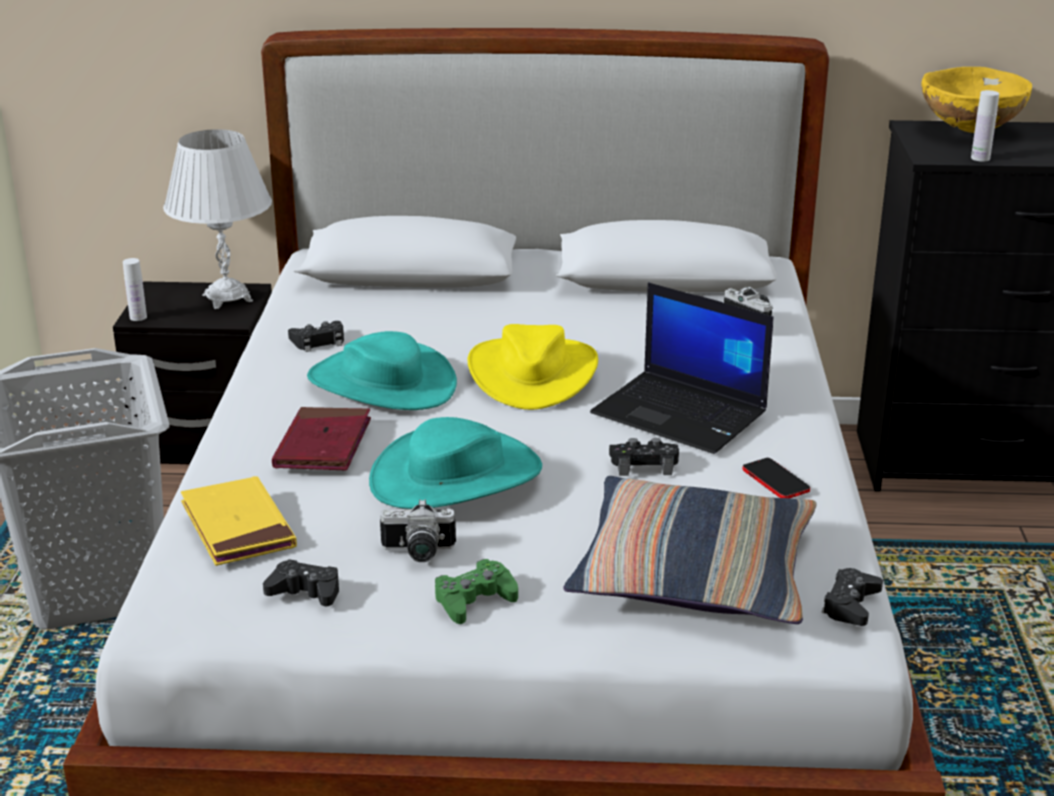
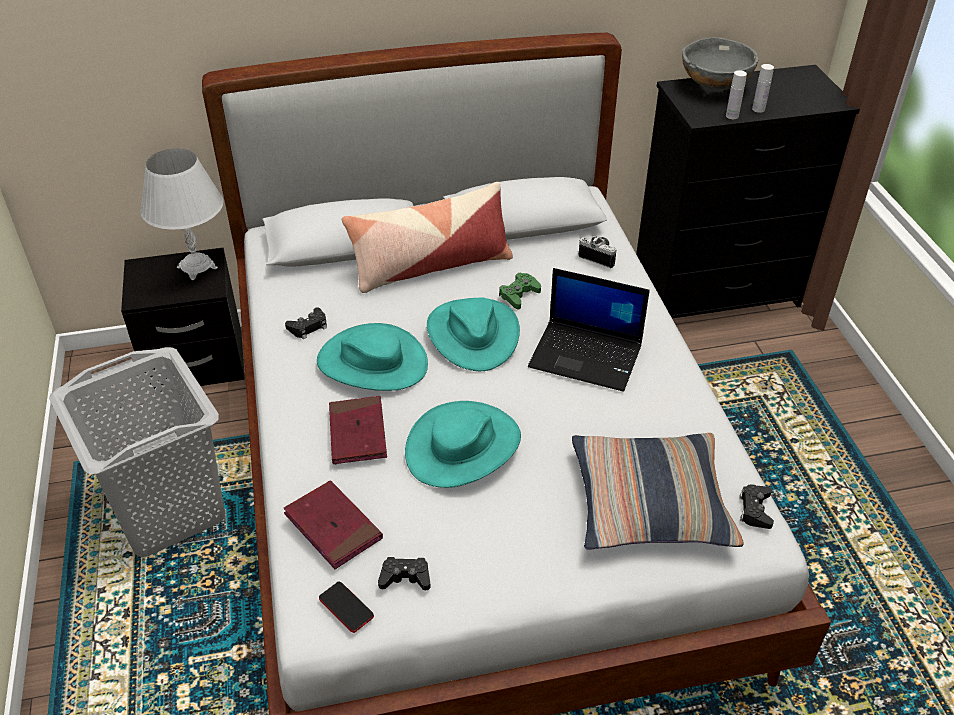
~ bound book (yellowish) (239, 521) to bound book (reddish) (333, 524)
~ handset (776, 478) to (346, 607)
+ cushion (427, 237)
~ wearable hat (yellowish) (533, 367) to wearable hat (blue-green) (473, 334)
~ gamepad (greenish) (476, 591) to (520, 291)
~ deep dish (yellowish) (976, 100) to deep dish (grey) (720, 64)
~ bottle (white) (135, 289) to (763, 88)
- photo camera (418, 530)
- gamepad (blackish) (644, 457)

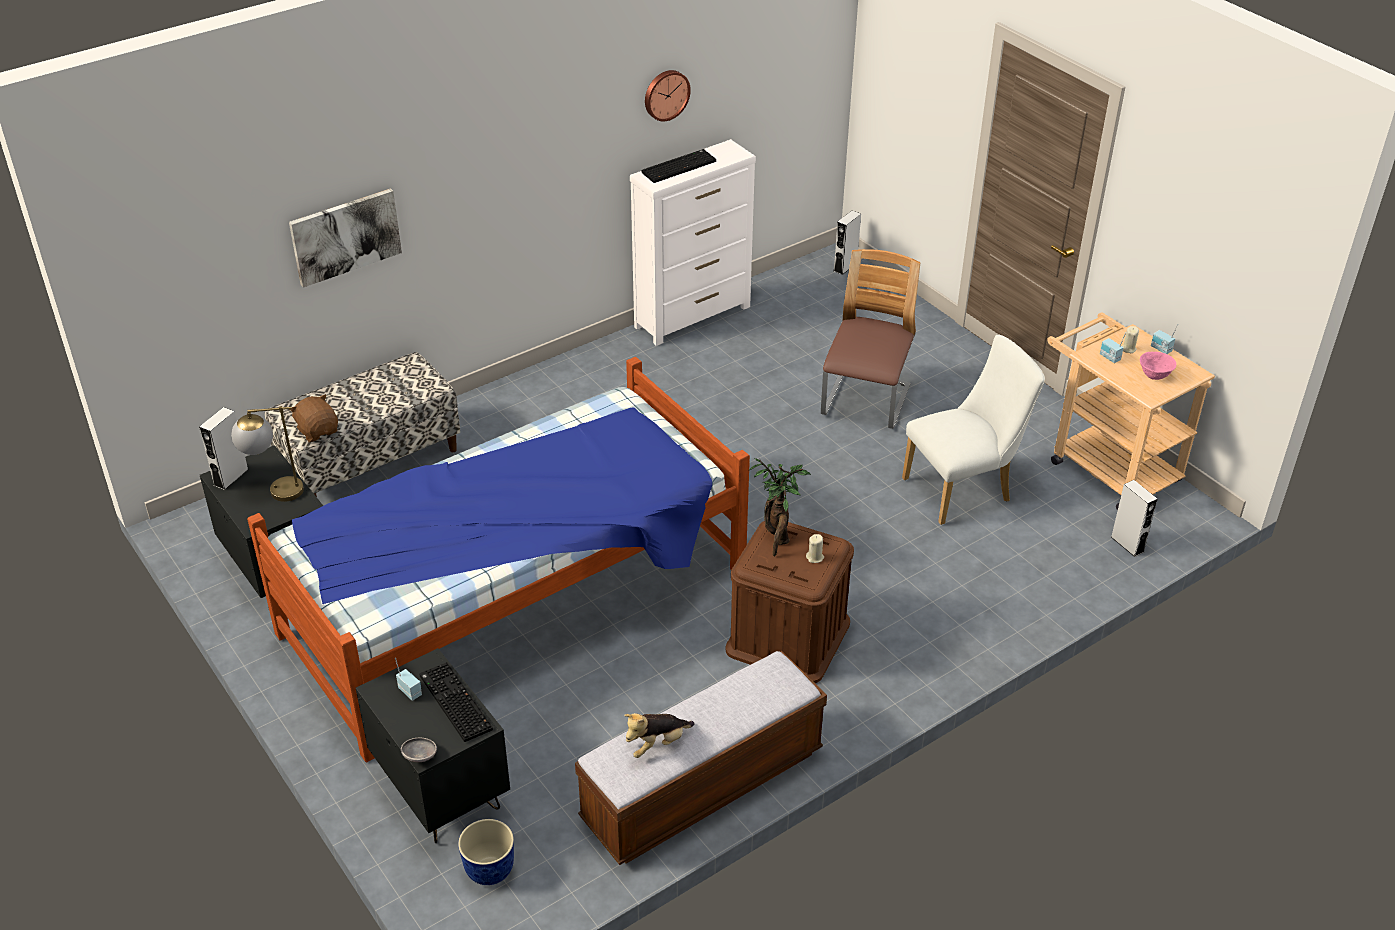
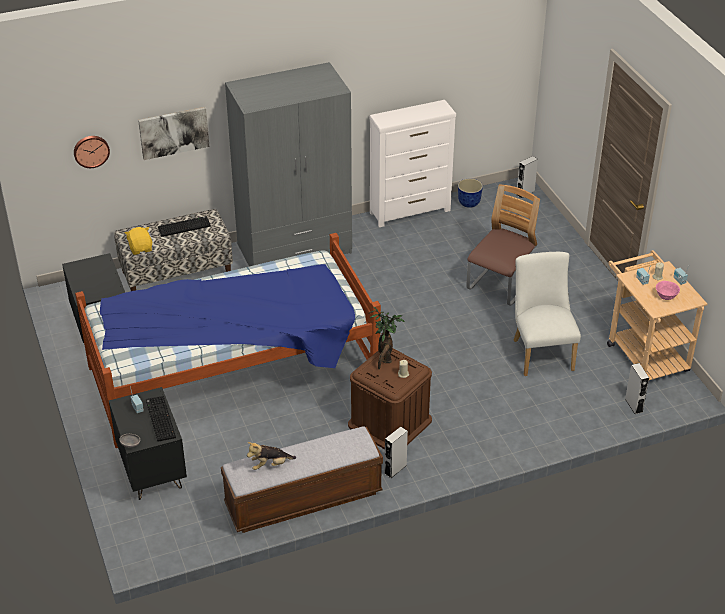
~ wall clock (668, 95) to (92, 152)
~ cuddly toy (brown-coloured) (313, 418) to cuddly toy (yellowish) (138, 241)
~ keyboard (678, 166) to (184, 226)
+ clothes cupboard (grey) (288, 164)
~ audio speaker (grey) (224, 448) to (396, 452)
~ planter (486, 852) to (470, 193)
~ chair (white) (973, 429) = (547, 314) 90 degrees counterclockwise
- table lamp (267, 454)

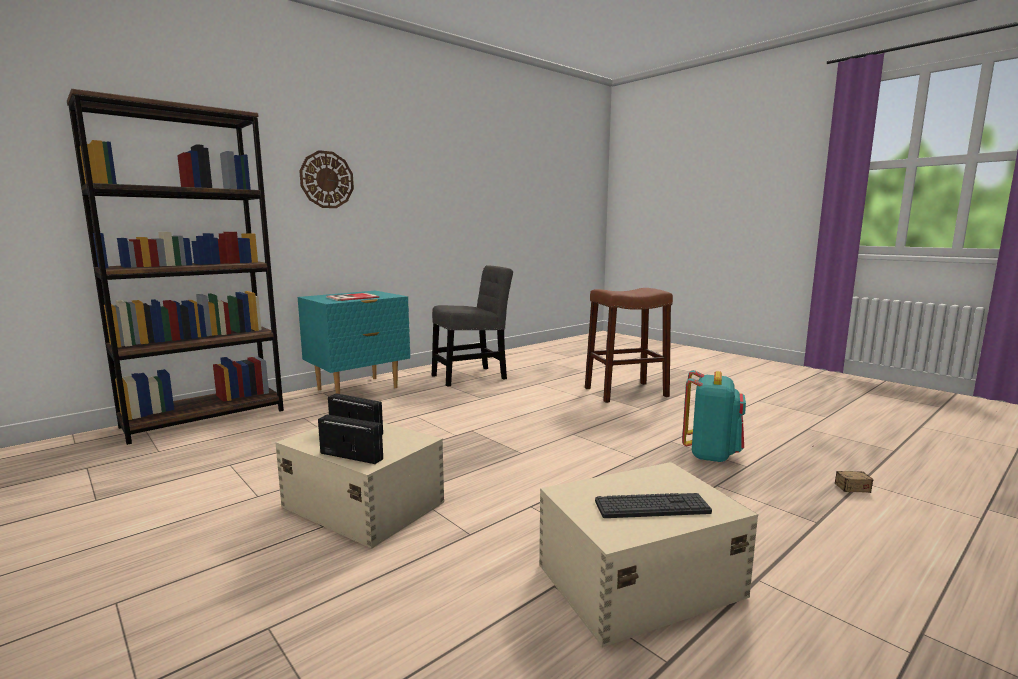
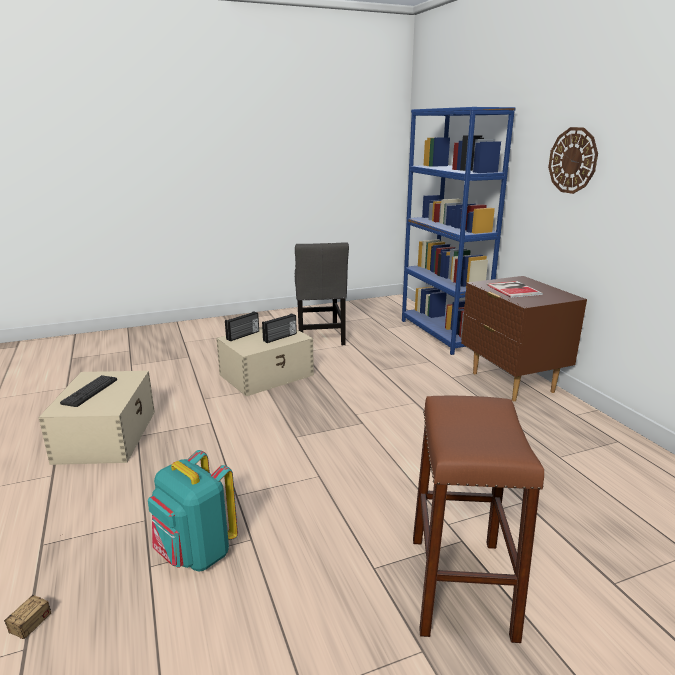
~ chair (grey) (472, 326) to (322, 293)
~ bookshelf (brown-coloured) (175, 267) to bookshelf (bluish) (459, 231)
~ nightstand (blue-green) (354, 342) to nightstand (brown-coloured) (524, 338)

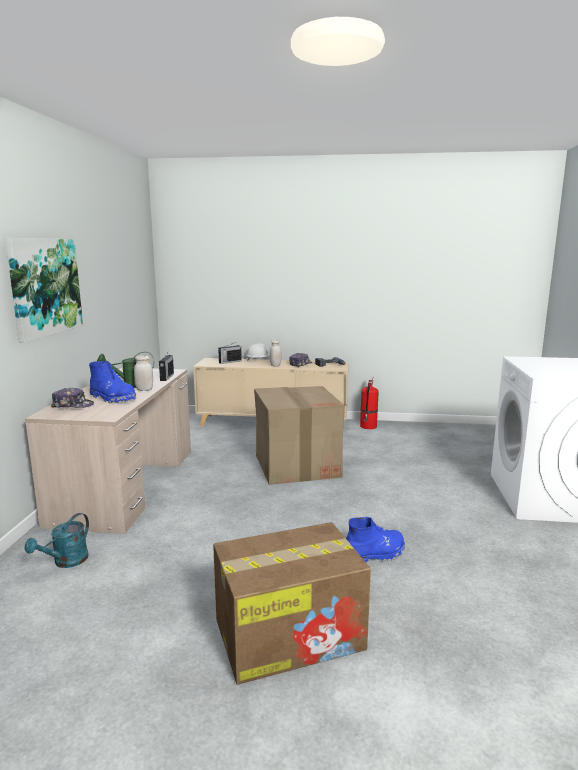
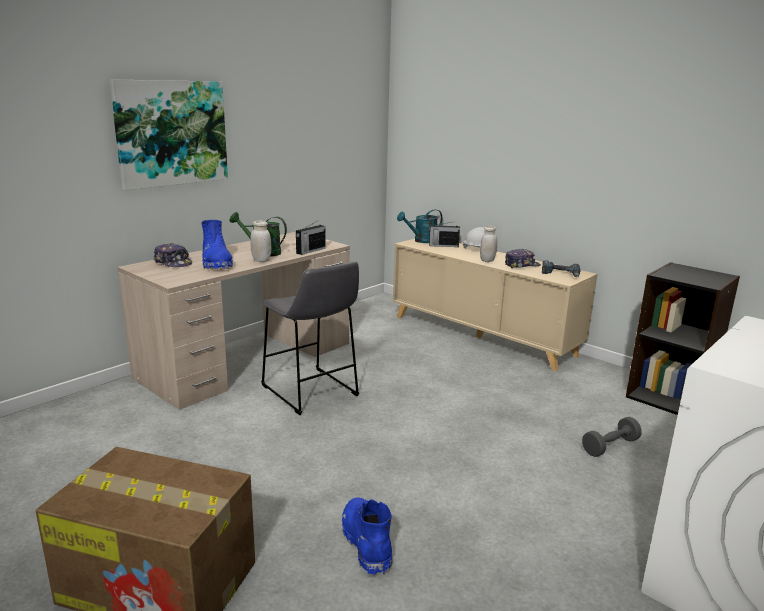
+ sitting stool (grey) (310, 338)
~ high-top boot (bluish) (375, 540) = (367, 537) 120 degrees counterclockwise
~ watering can (blue-green) (57, 540) to (419, 226)
+ hand weight (grey) (612, 437)
+ bookshelf (blackish) (683, 338)
- packing box (299, 435)
- extinguisher (369, 402)

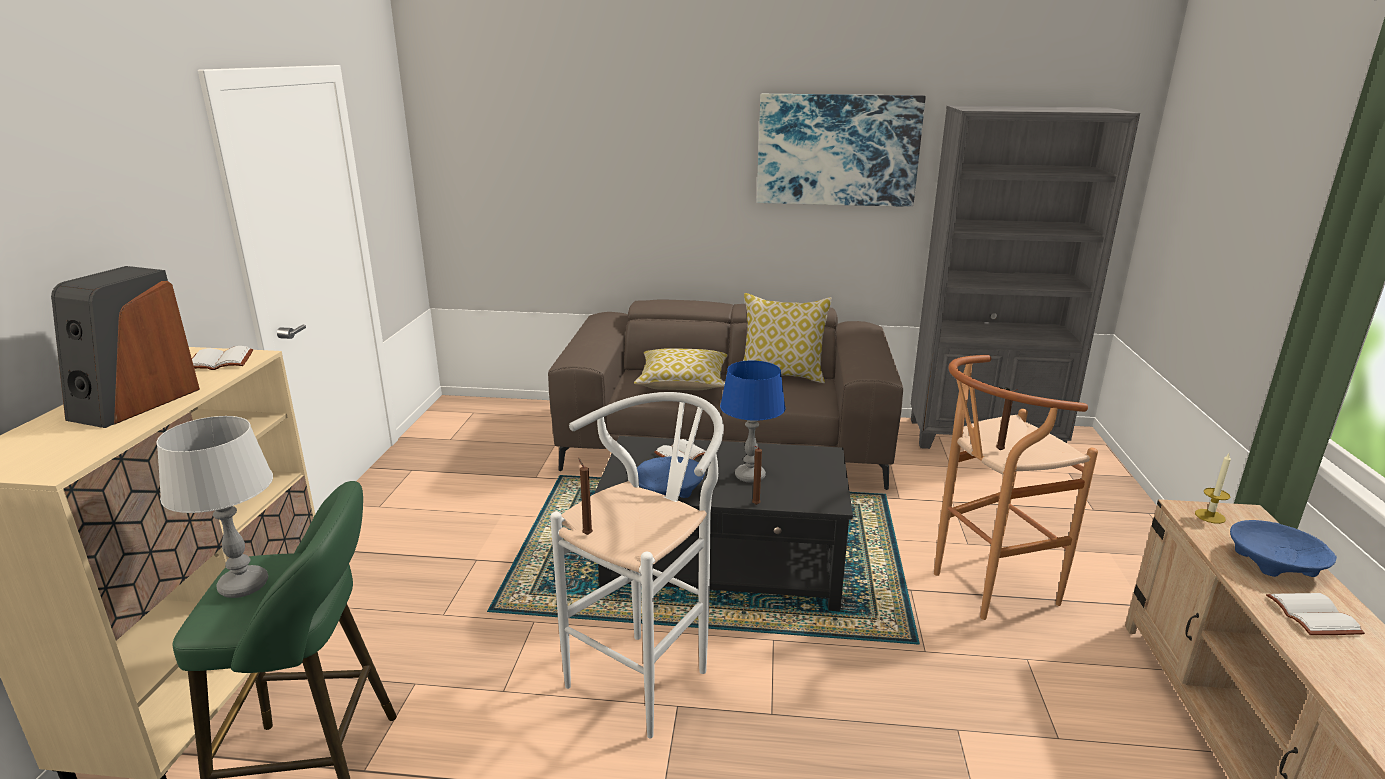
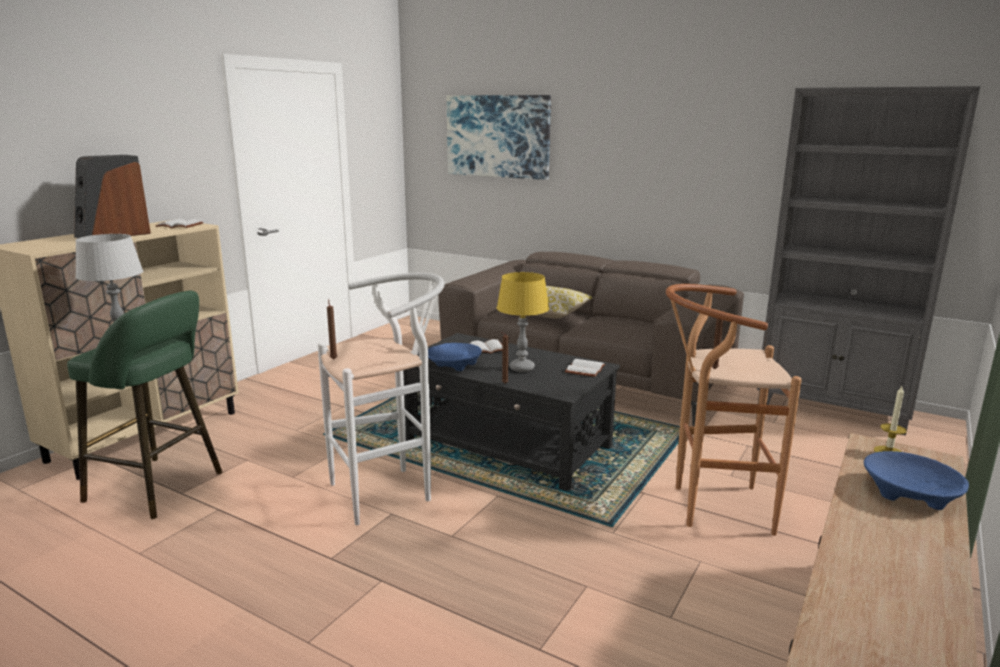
~ wall art (841, 150) to (499, 137)
~ table lamp (bluish) (753, 421) to table lamp (yellowish) (523, 322)
~ bound book (white) (1315, 614) to (585, 368)
- cushion (787, 338)

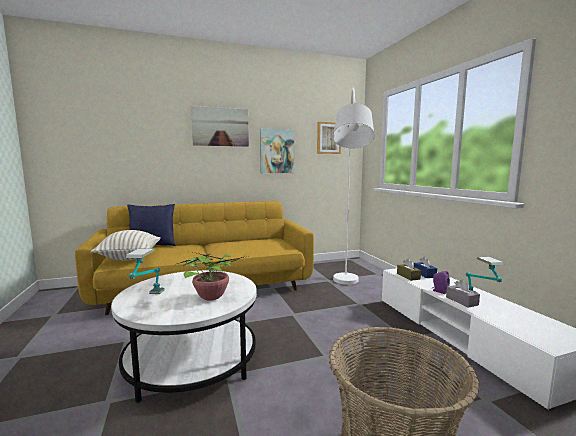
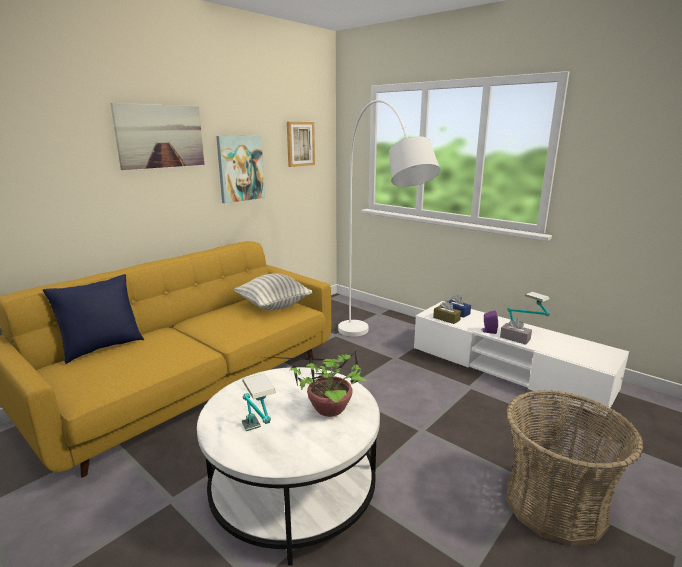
~ cushion (126, 245) to (273, 291)

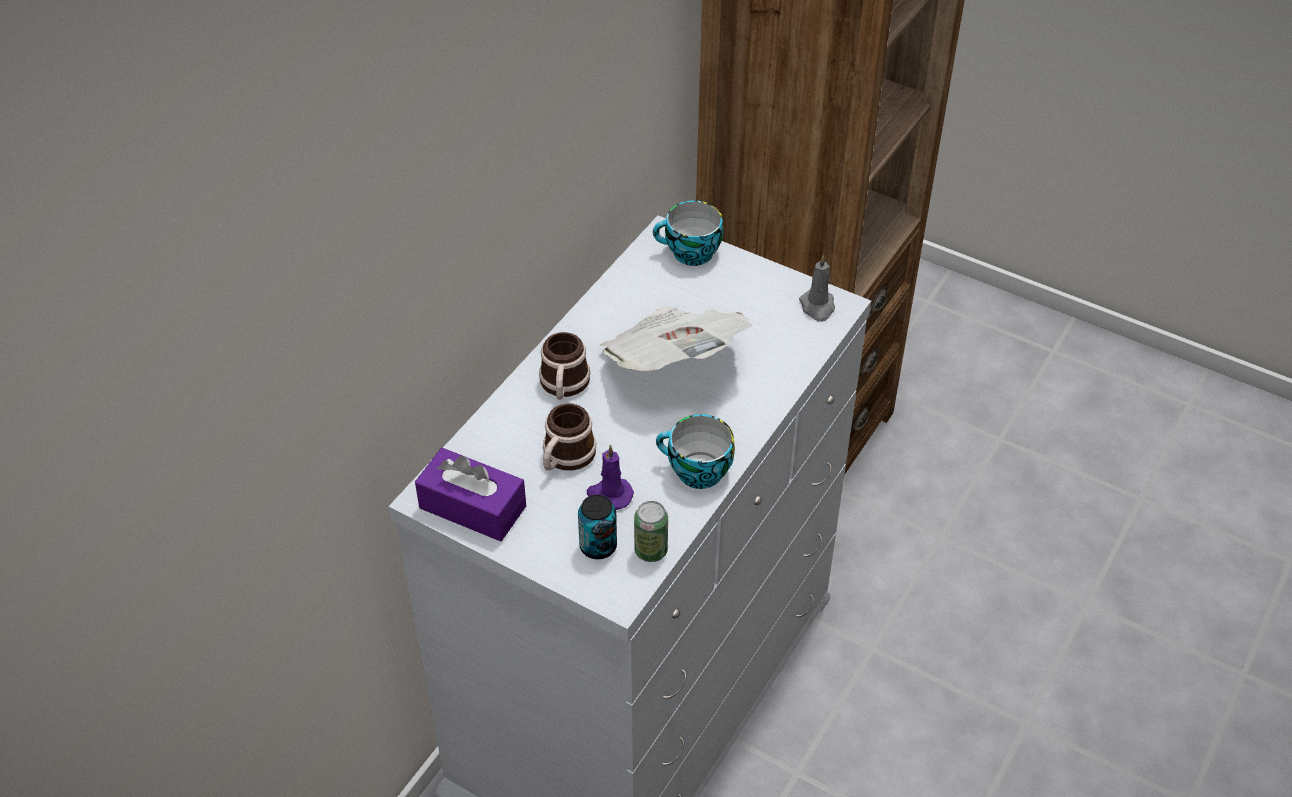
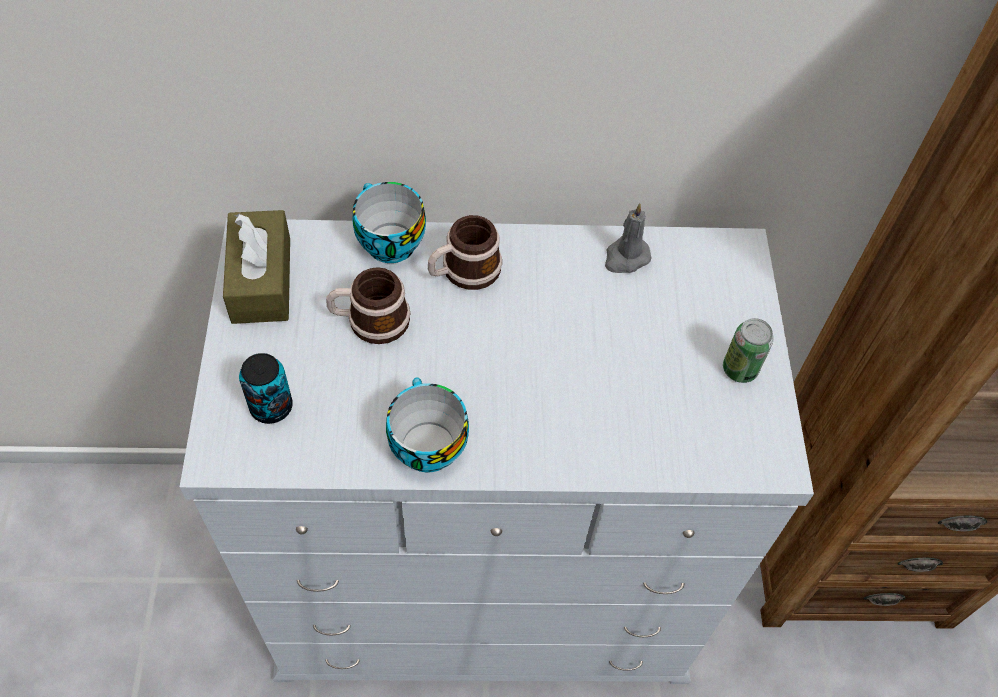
~ tissue holder (purplish) (470, 494) to tissue holder (brown-coloured) (256, 267)
~ small cup (688, 233) to (389, 222)
~ wax candle (grey) (817, 288) to (628, 238)
~ can (651, 531) to (748, 350)
- wax candle (purplish) (610, 477)
- daily paper (676, 338)

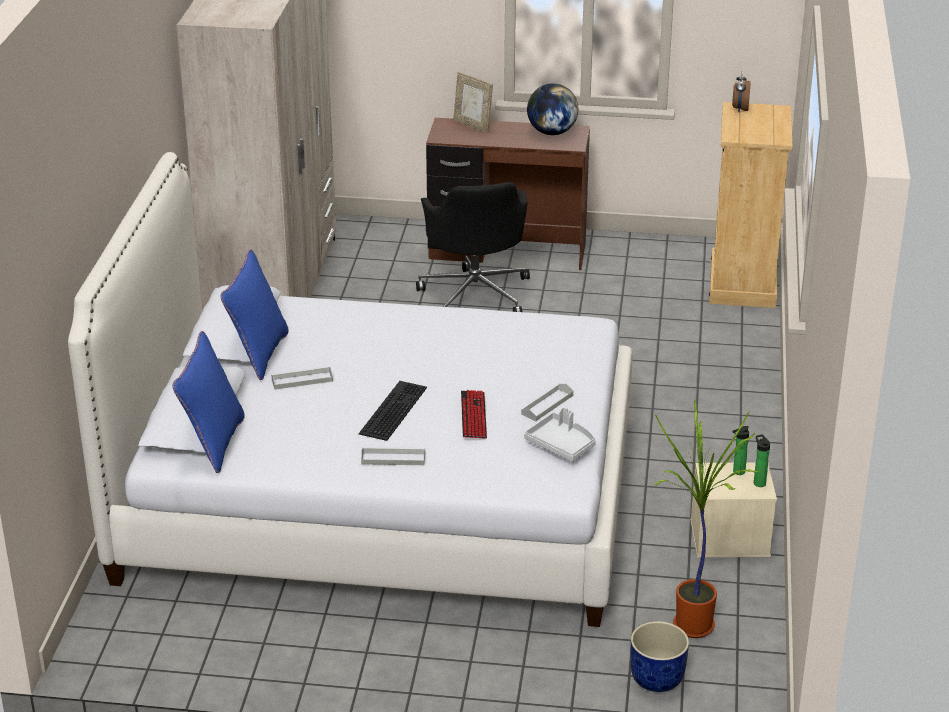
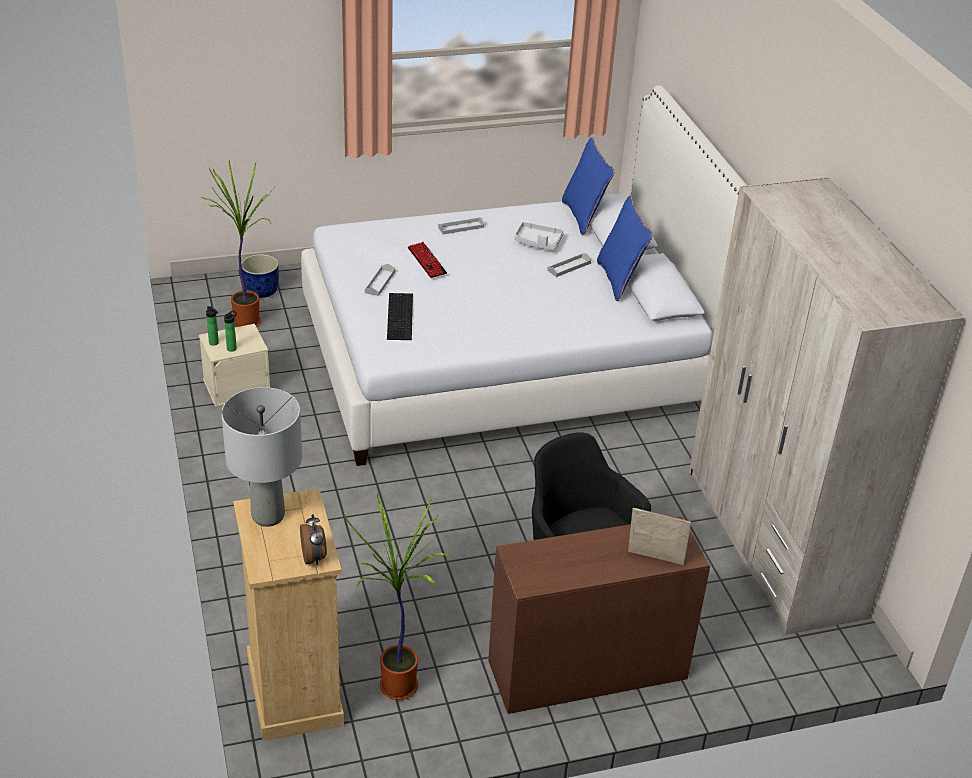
+ table lamp (grey) (261, 457)
+ potted plant (398, 596)
~ keyboard (393, 411) to (400, 316)
~ tray (grey) (560, 434) to (539, 236)
- world globe (552, 109)

